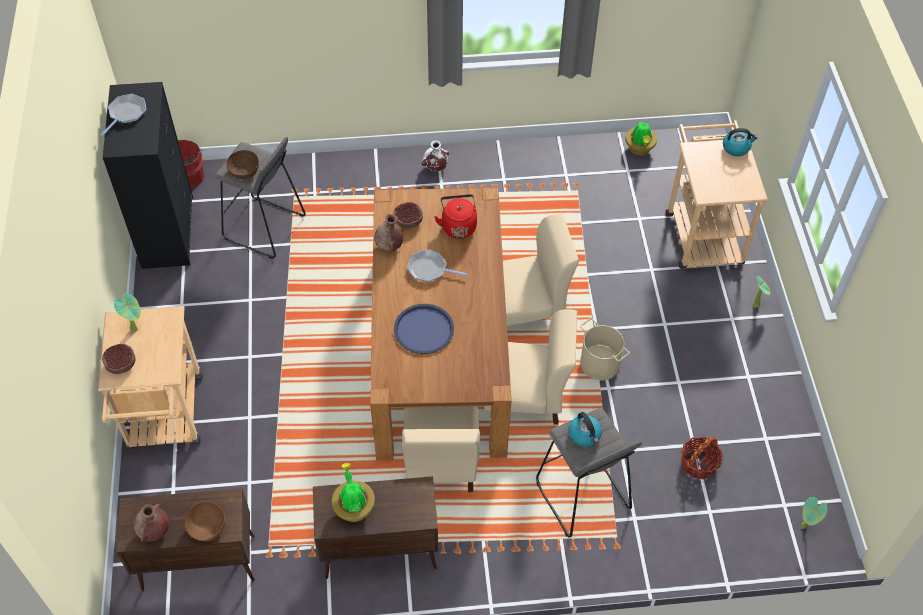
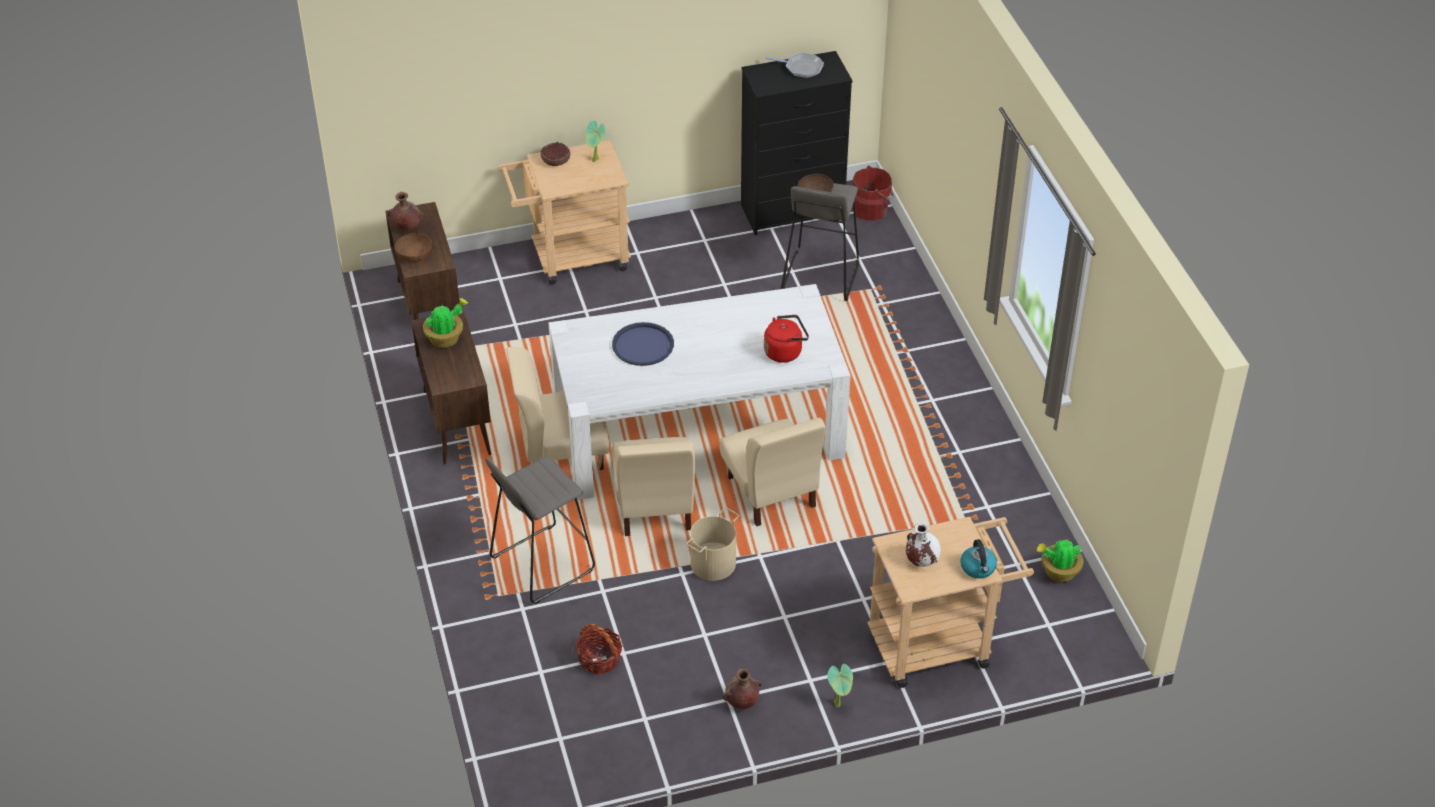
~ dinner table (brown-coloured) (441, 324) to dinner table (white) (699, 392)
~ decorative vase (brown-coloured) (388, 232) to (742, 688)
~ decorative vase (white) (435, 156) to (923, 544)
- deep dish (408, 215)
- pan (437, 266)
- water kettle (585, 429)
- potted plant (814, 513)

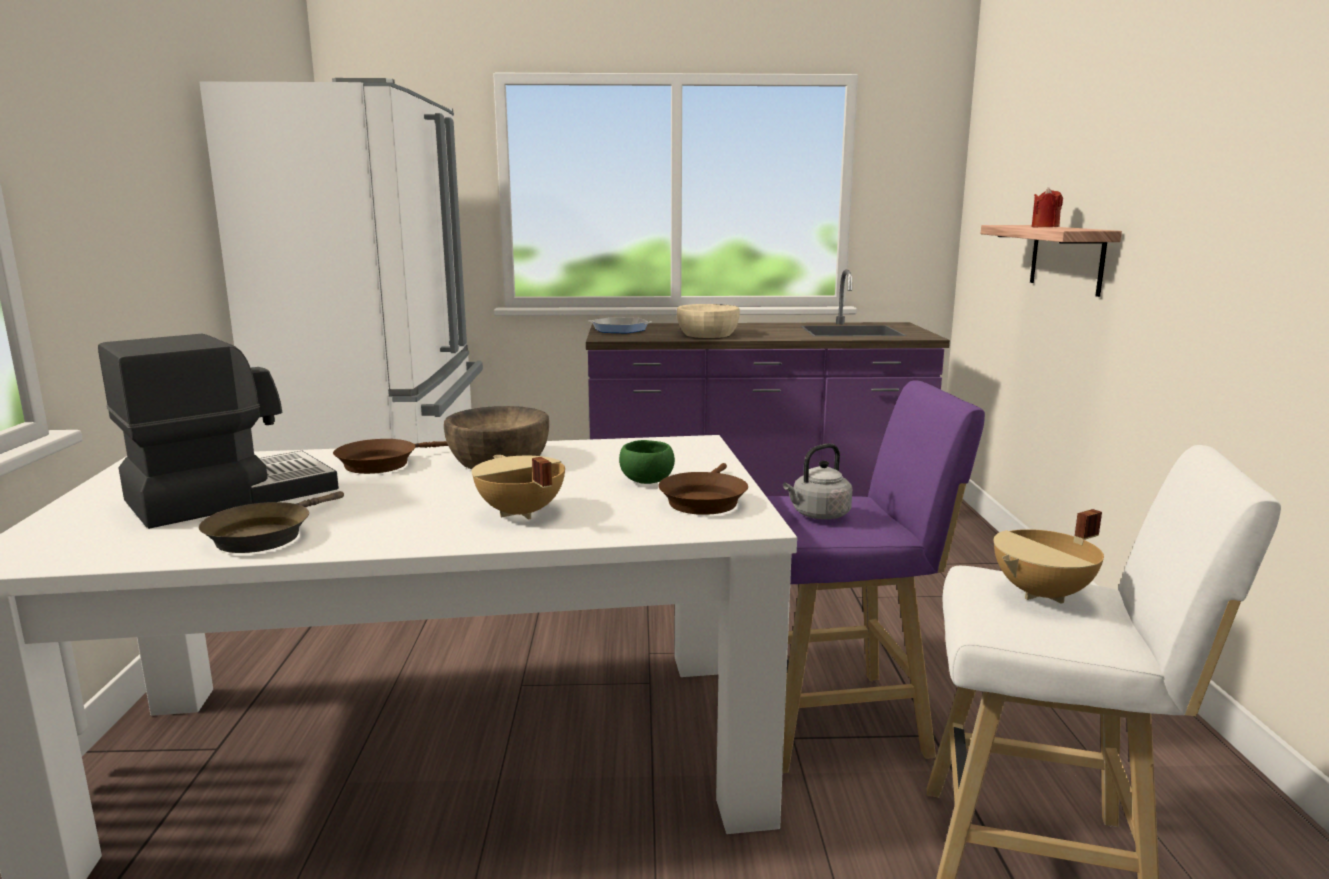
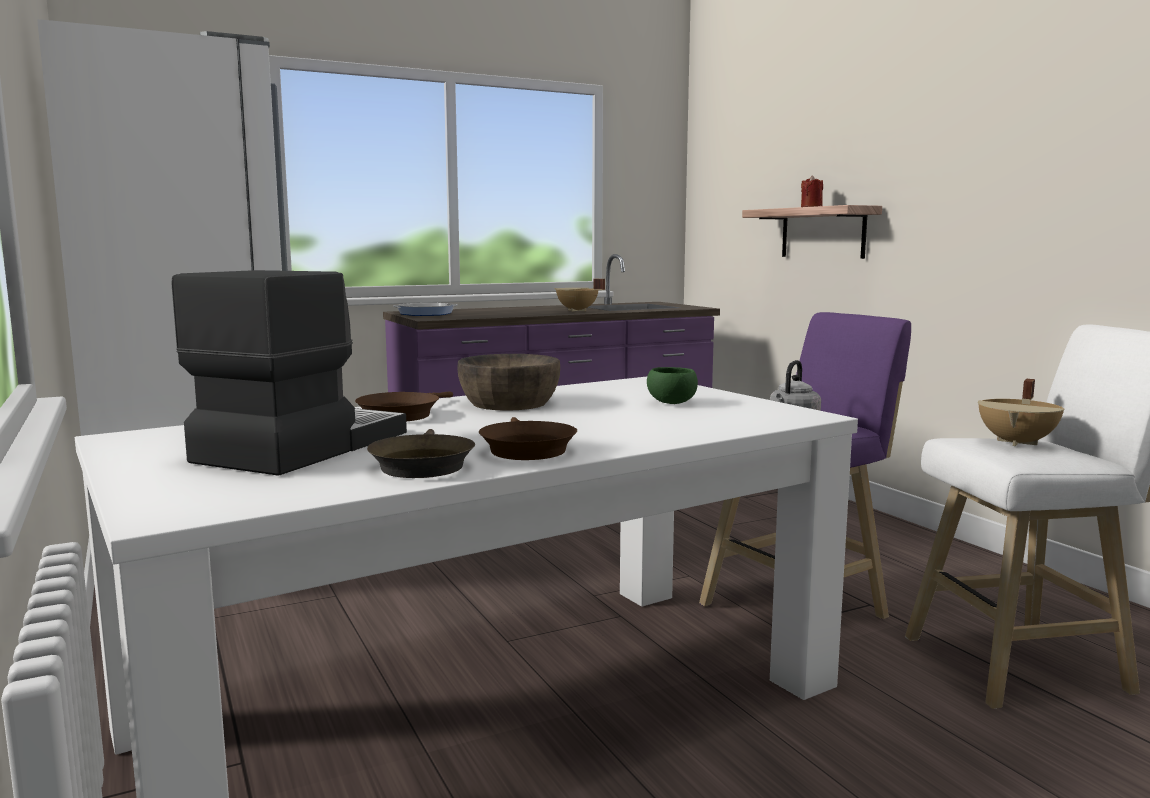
~ pan (brown-coloured) (703, 489) to (528, 438)
~ stockpot (sand-coloured) (518, 487) to (579, 295)
- deep dish (sand-coloured) (708, 321)

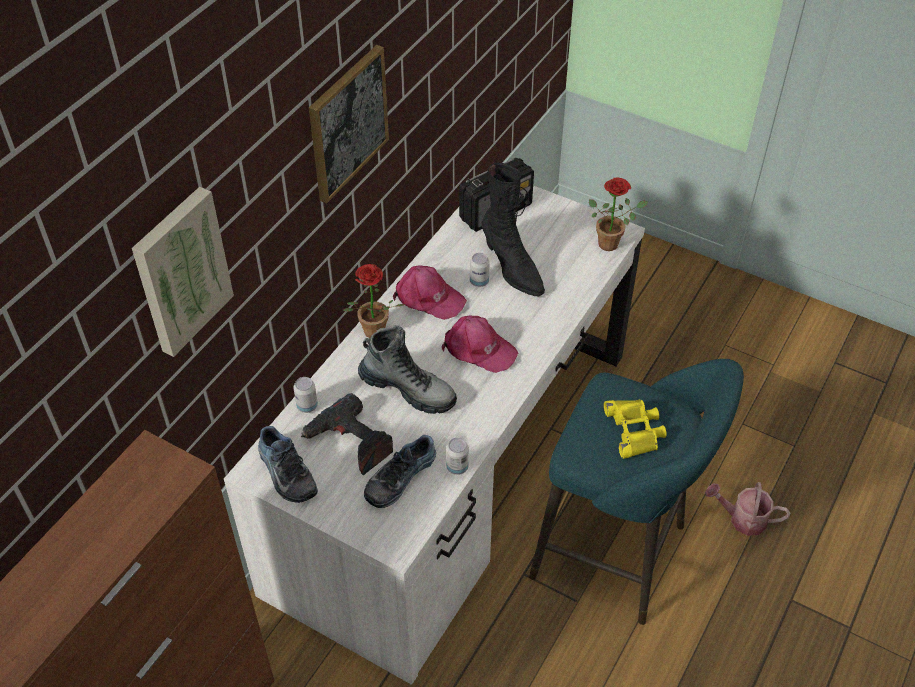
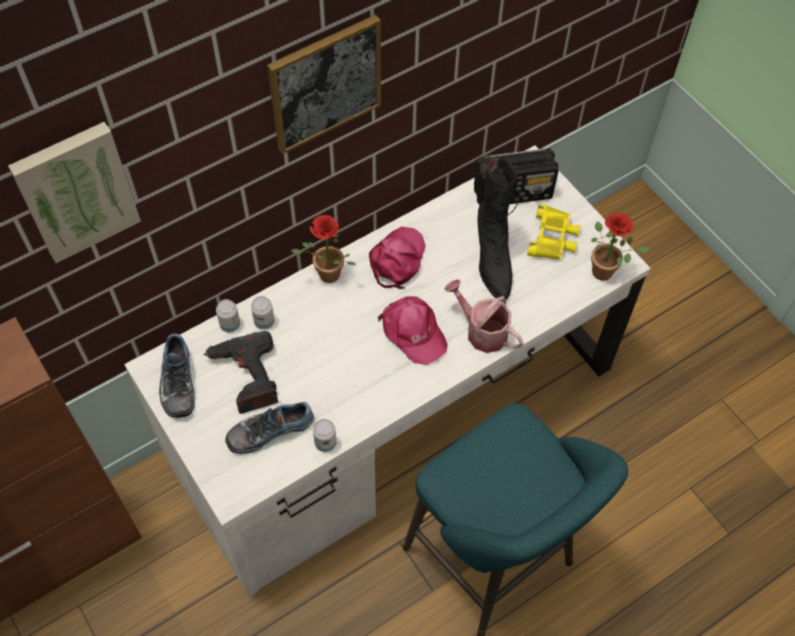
~ can (480, 270) to (263, 312)
~ cap (pink) (430, 293) = (397, 257) 120 degrees counterclockwise
~ watering can (747, 509) to (484, 316)
~ pair of binoculars (yellowish) (635, 429) to (553, 232)
- high-top boot (407, 369)

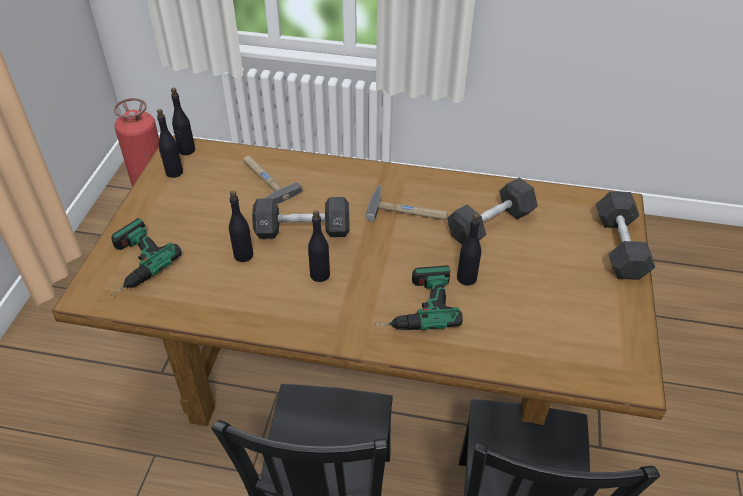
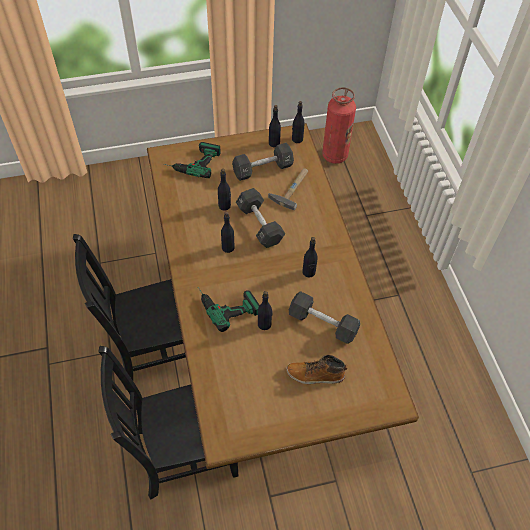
~ hand weight (blackish) (625, 235) to (263, 162)
+ high-top boot (316, 369)
~ hammer (407, 203) to bottle (blackish) (310, 257)

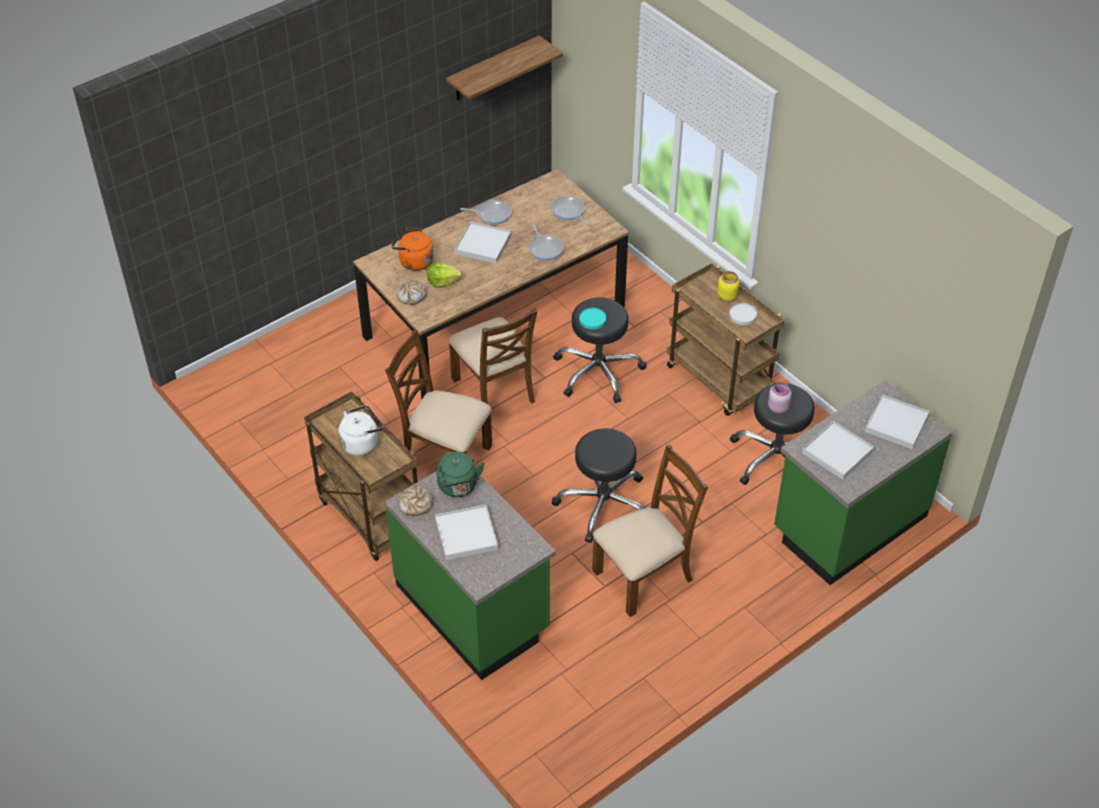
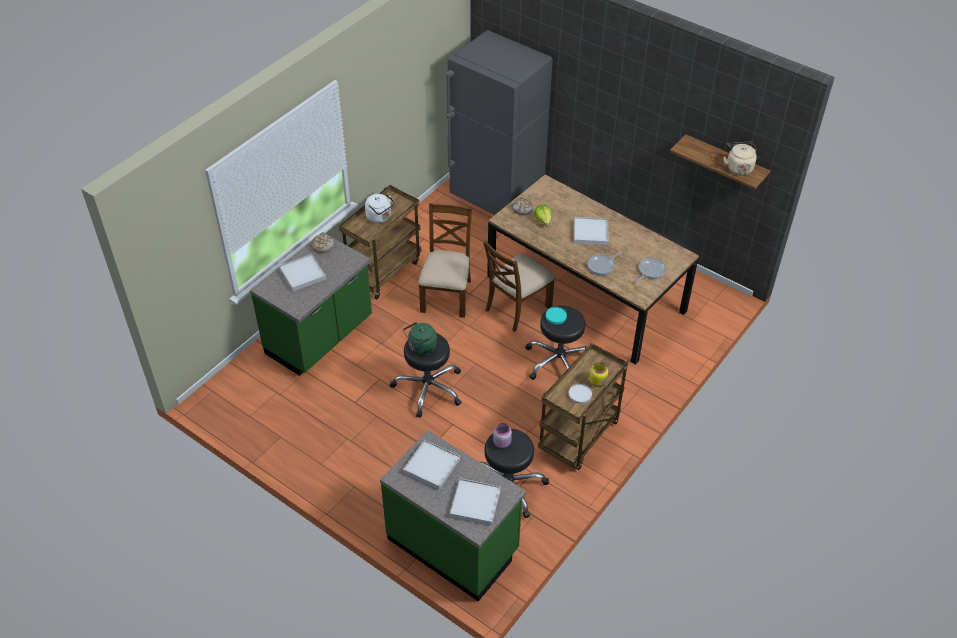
~ water kettle (greenish) (461, 474) to (420, 338)
+ fridge (grey) (499, 122)
+ water kettle (sand-coloured) (740, 158)
- water kettle (orange-coloured) (412, 249)
- pan (485, 212)
- chair (brown-coloured) (650, 531)

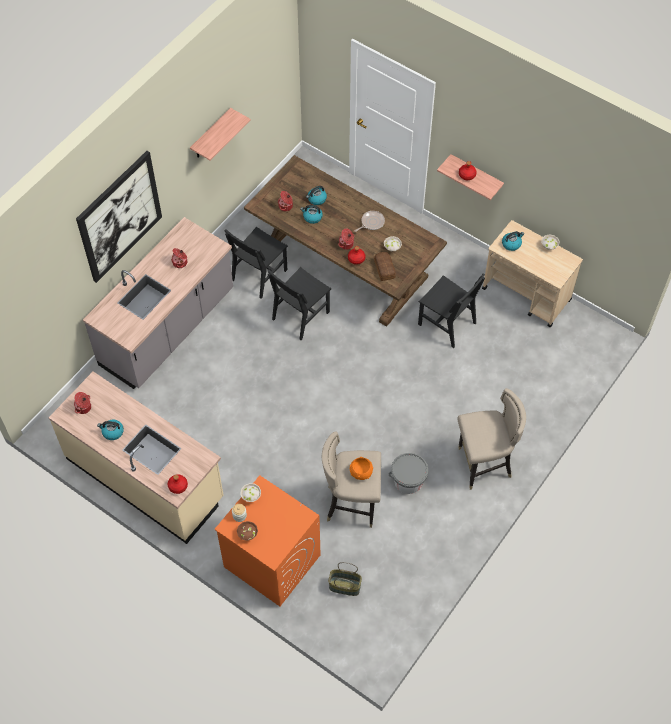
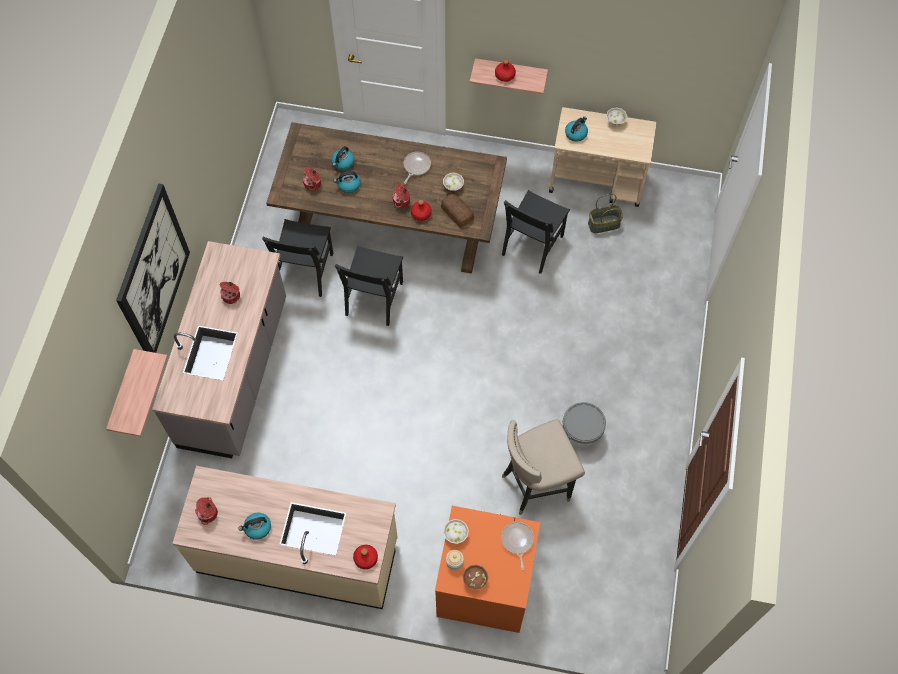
~ shelf (220, 134) to (137, 393)
+ pan (517, 546)
~ chair (blackish) (451, 310) = (536, 232) 105 degrees clockwise
~ household basket (345, 579) to (605, 213)
- deep dish (orange-coloured) (361, 468)
- sitting stool (sand-coloured) (492, 439)

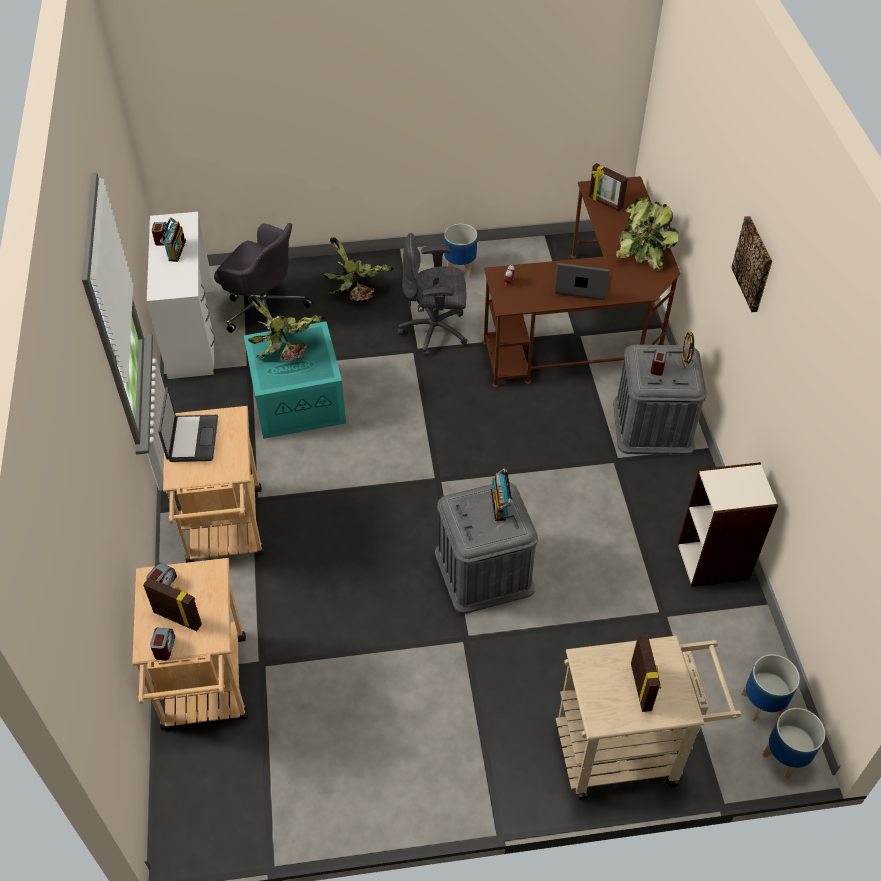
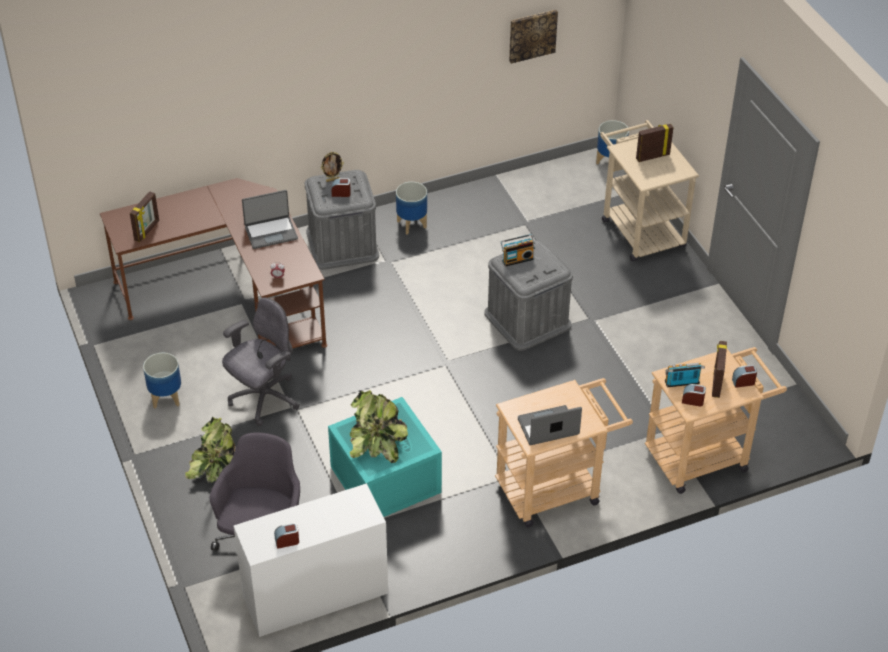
~ office chair (grey) (432, 295) = (260, 361) 120 degrees counterclockwise
~ laptop (582, 281) = (270, 219) 105 degrees counterclockwise
~ planter (770, 688) to (411, 208)
~ wall art (752, 264) to (533, 37)
~ radio (173, 239) to (685, 375)
- potted plant (647, 234)
- bookshelf (728, 524)

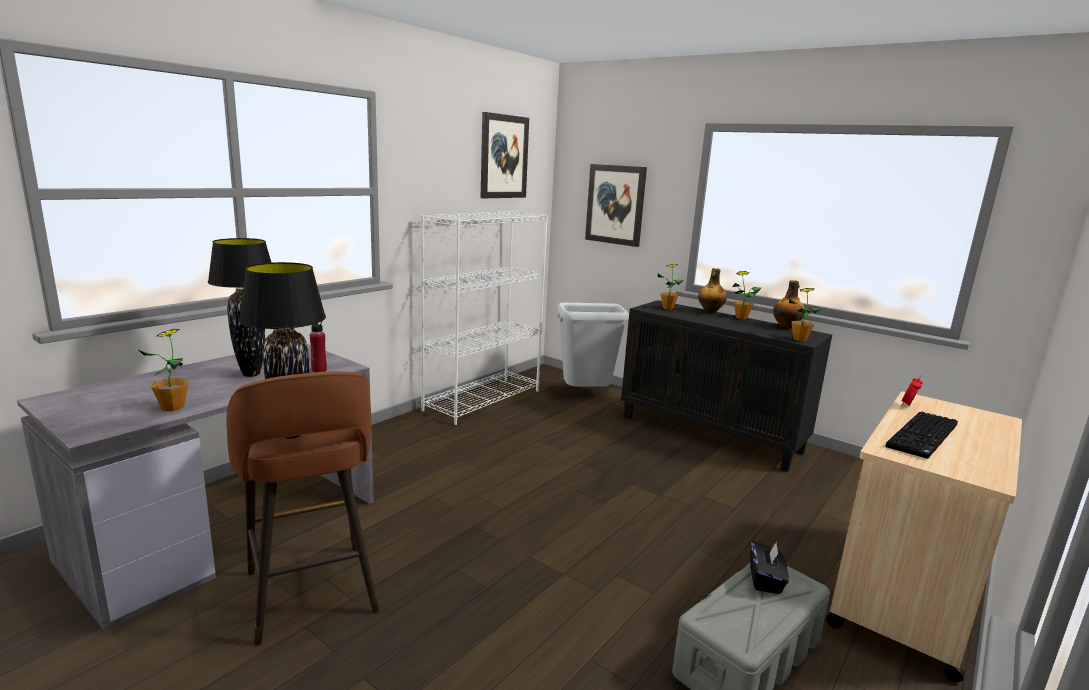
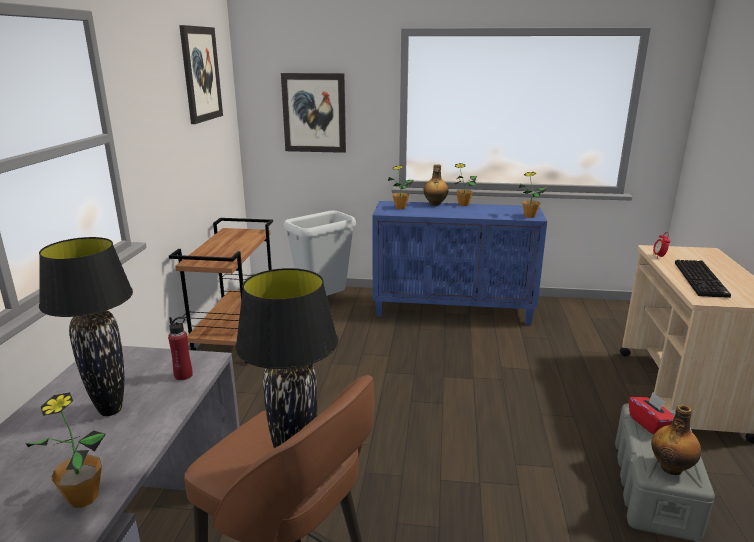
~ bookshelf (white) (484, 318) to trolley (brown-coloured) (221, 290)
~ cupboard (blackish) (726, 386) to cupboard (bluish) (459, 263)
~ tissue holder (blackish) (769, 567) to tissue holder (reddish) (651, 414)
~ bottle (789, 305) to (676, 439)

